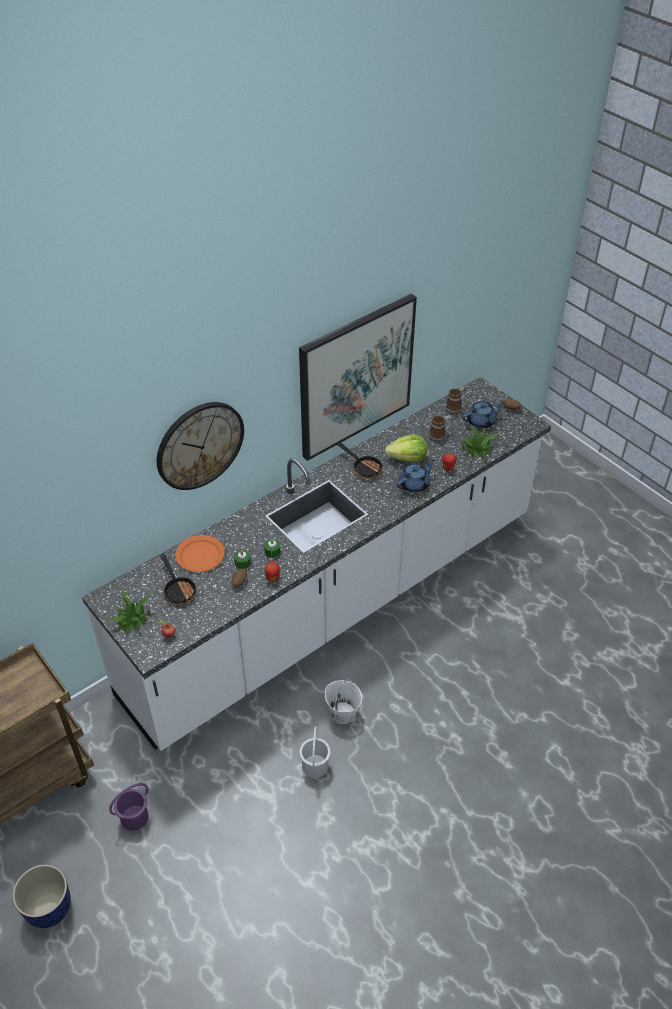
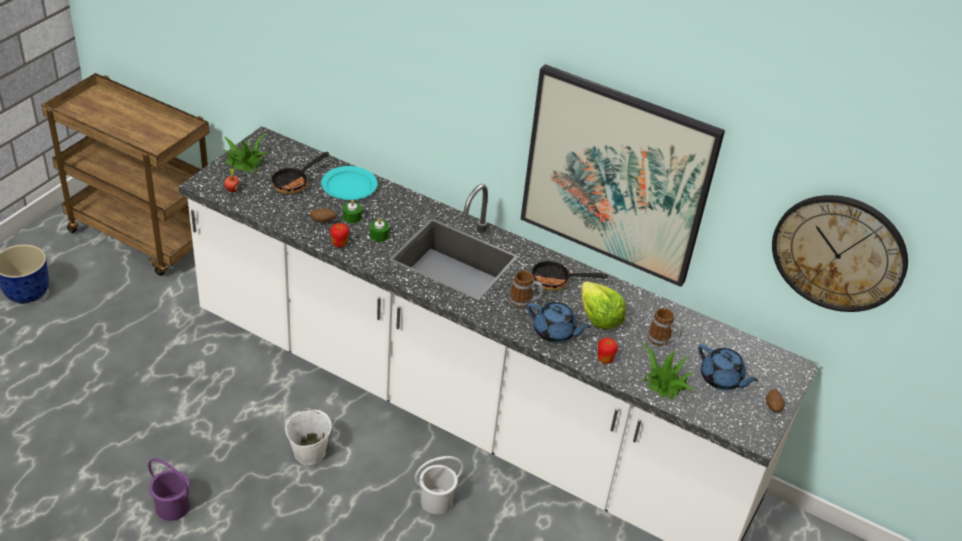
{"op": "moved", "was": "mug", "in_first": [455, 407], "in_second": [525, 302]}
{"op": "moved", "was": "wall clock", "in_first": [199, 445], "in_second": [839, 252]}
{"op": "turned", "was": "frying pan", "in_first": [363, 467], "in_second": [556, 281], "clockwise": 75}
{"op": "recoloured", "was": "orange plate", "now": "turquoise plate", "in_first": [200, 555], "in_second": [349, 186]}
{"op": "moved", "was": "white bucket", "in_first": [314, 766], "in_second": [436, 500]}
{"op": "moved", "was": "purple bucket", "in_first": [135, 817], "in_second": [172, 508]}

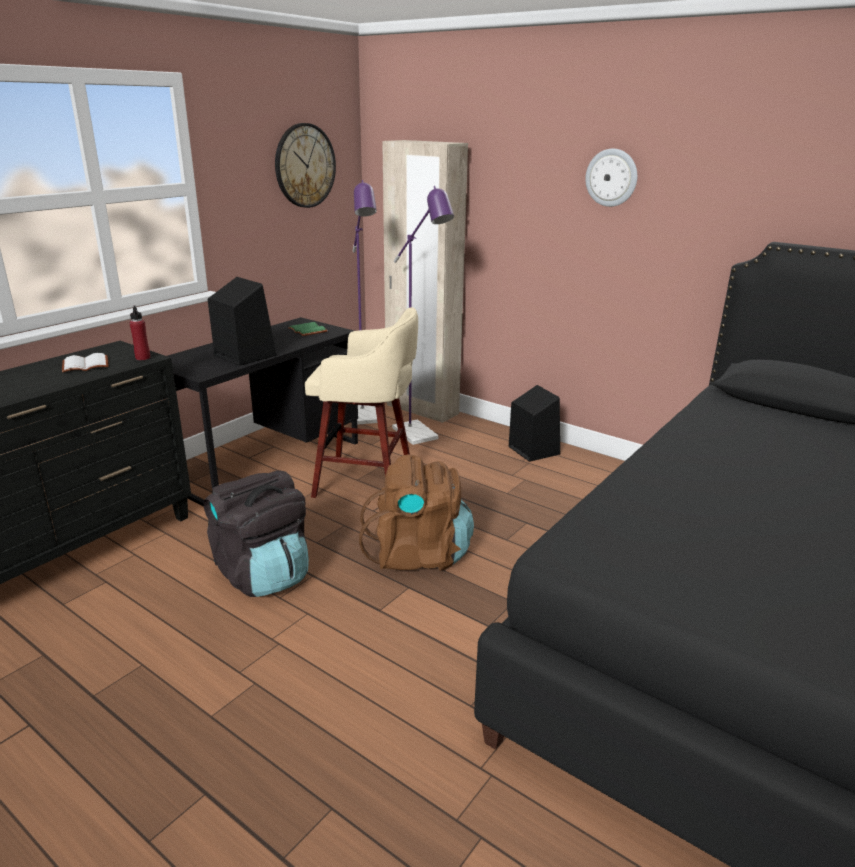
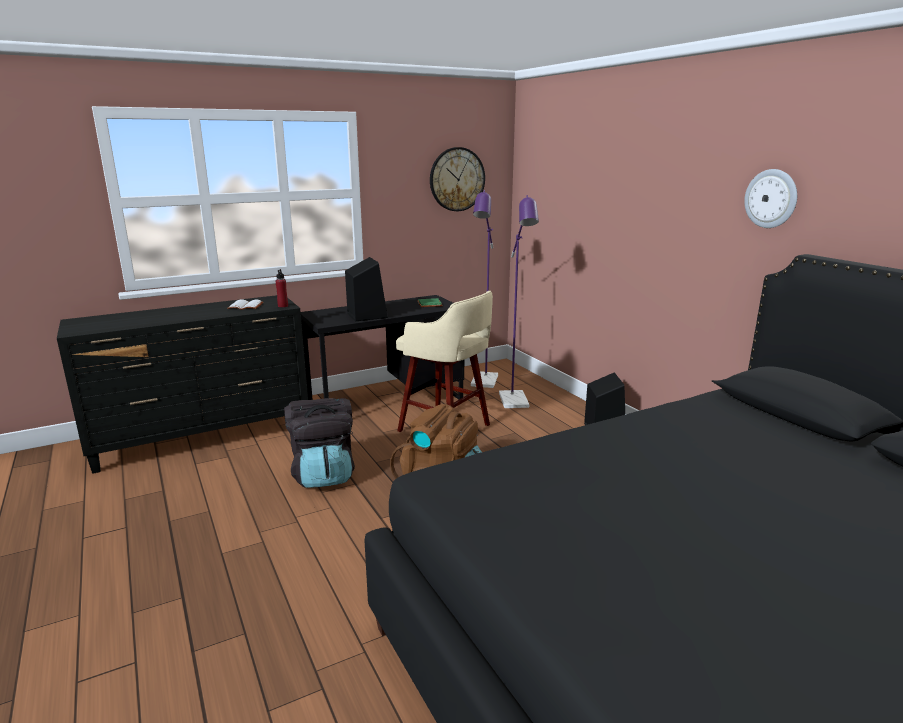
{"op": "removed", "was": "beige wardrobe", "in_first": [421, 410]}
{"op": "moved", "was": "wall clock", "in_first": [611, 177], "in_second": [771, 198]}

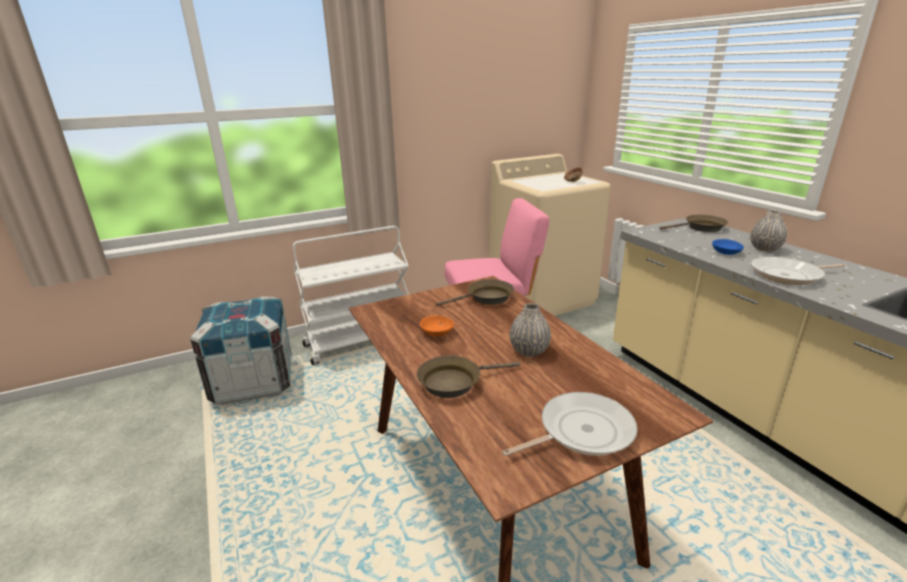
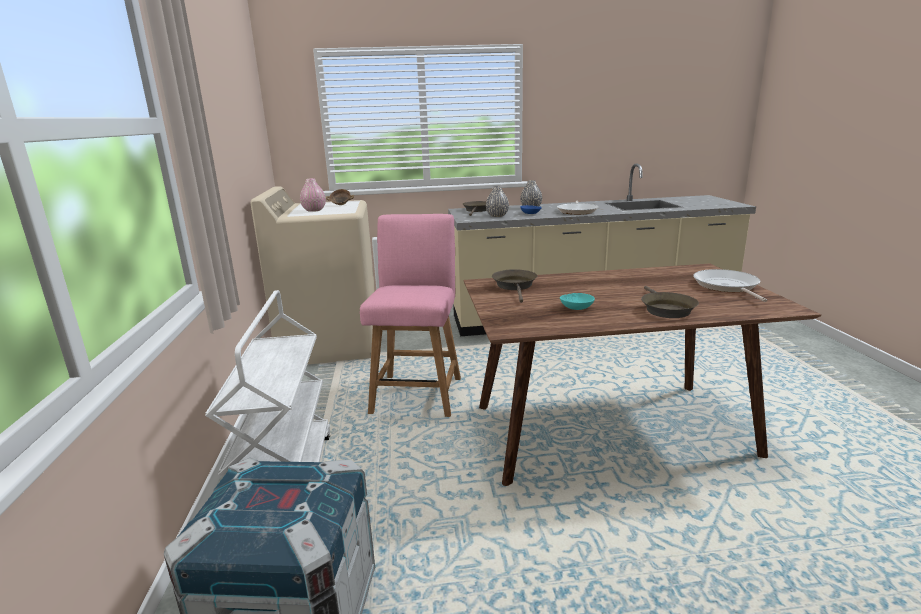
{"op": "moved", "was": "grey vase", "in_first": [529, 351], "in_second": [497, 215]}
{"op": "recoloured", "was": "orange bowl", "now": "turquoise bowl", "in_first": [436, 333], "in_second": [577, 308]}
{"op": "added", "now": "pink vase", "in_second": [314, 210]}

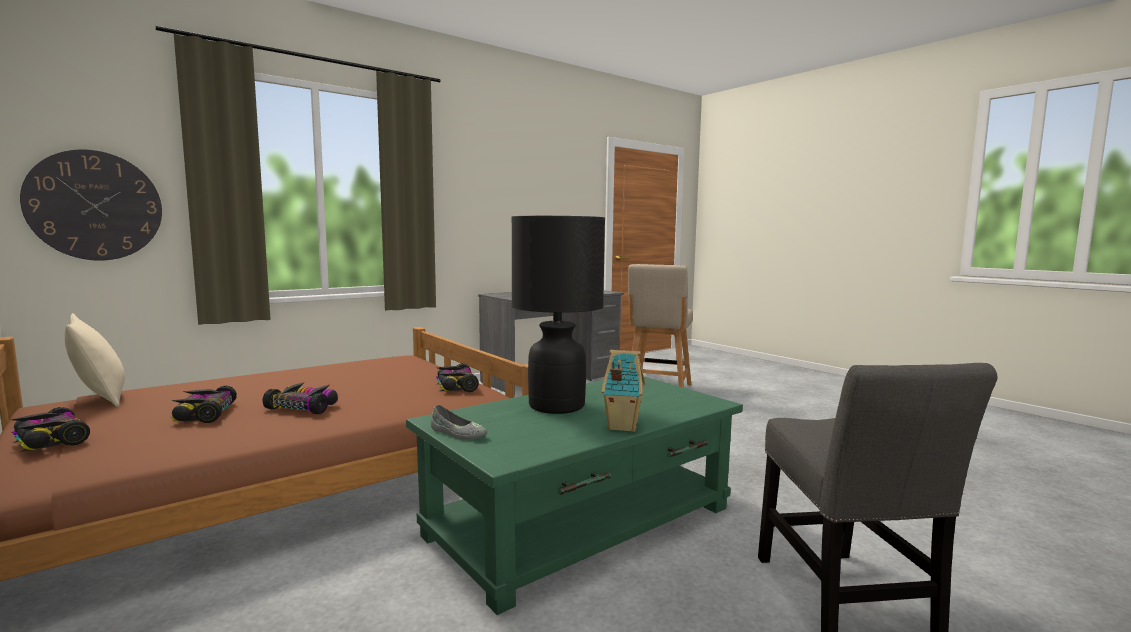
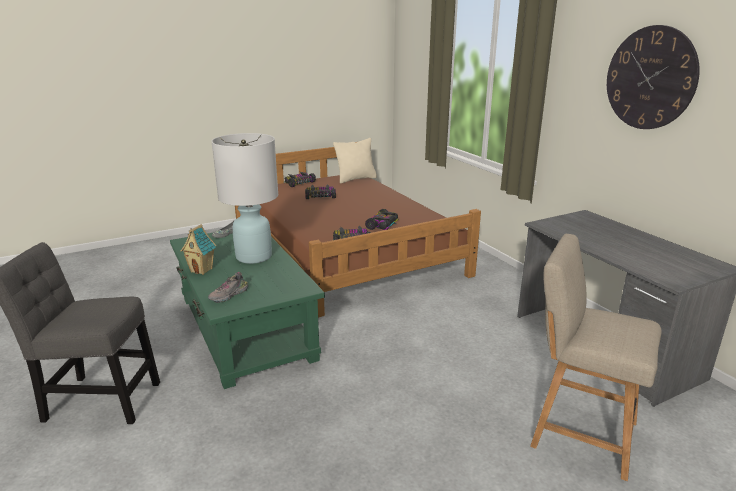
{"op": "moved", "was": "wall clock", "in_first": [95, 205], "in_second": [650, 78]}
{"op": "recoloured", "was": "black table lamp", "now": "white table lamp", "in_first": [556, 406], "in_second": [254, 256]}
{"op": "moved", "was": "toy car", "in_first": [304, 407], "in_second": [383, 225]}
{"op": "added", "now": "shoe", "in_second": [229, 295]}

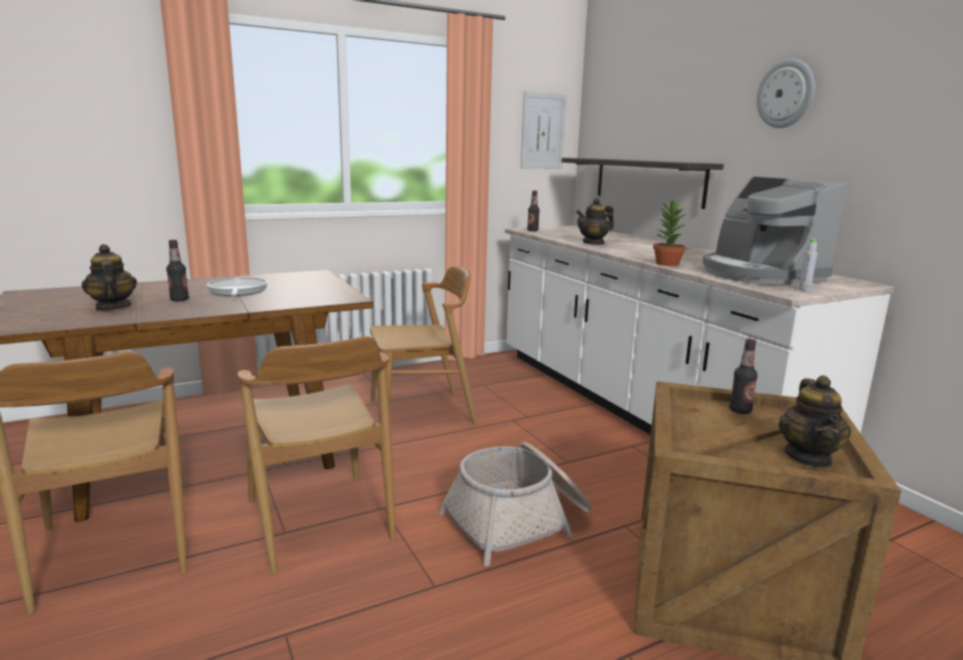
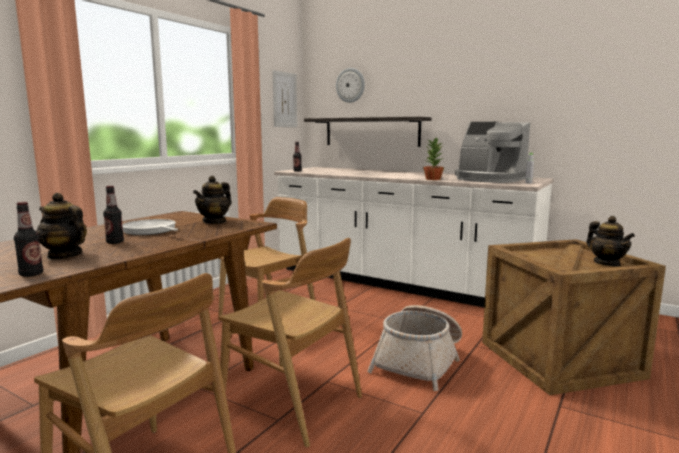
{"op": "moved", "was": "wall clock", "in_first": [786, 94], "in_second": [350, 85]}
{"op": "moved", "was": "teapot", "in_first": [593, 243], "in_second": [214, 221]}
{"op": "moved", "was": "bottle", "in_first": [740, 411], "in_second": [31, 274]}

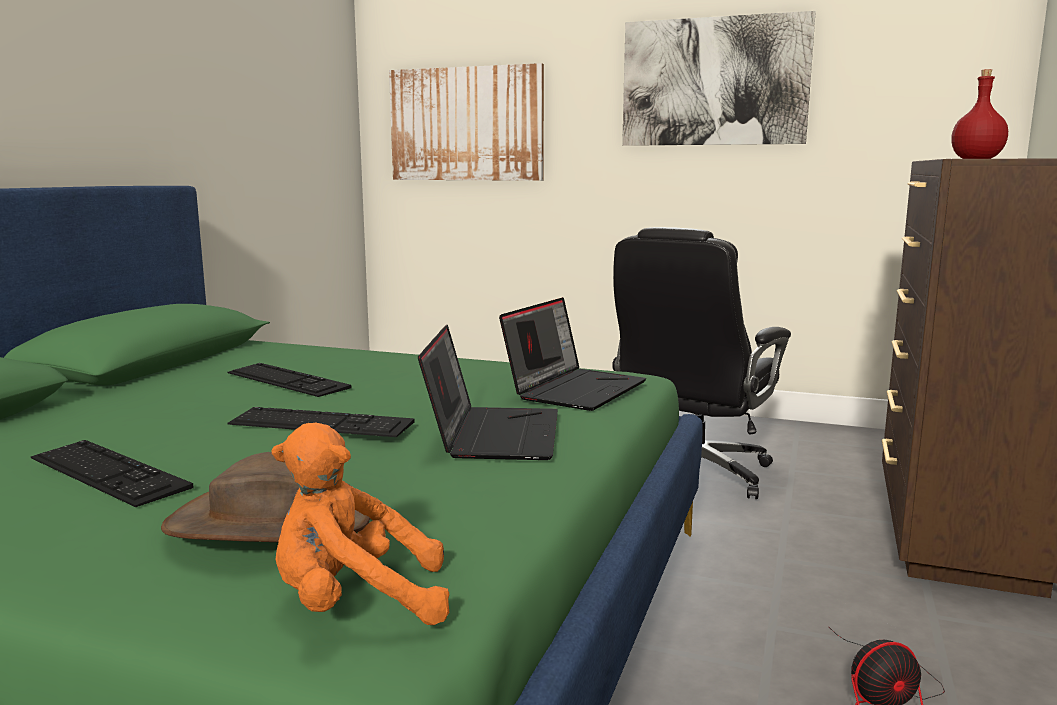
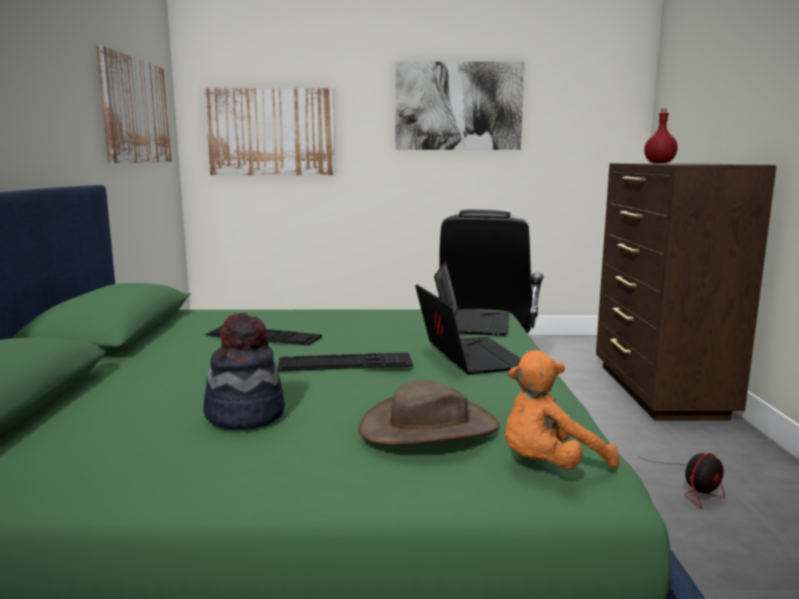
{"op": "replaced", "was": "keyboard", "now": "hat", "in_first": [108, 472], "in_second": [245, 415]}
{"op": "added", "now": "picture", "in_second": [136, 111]}

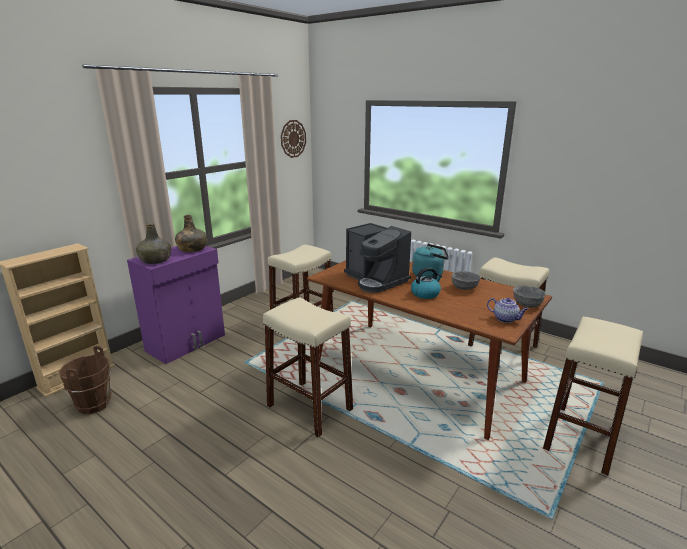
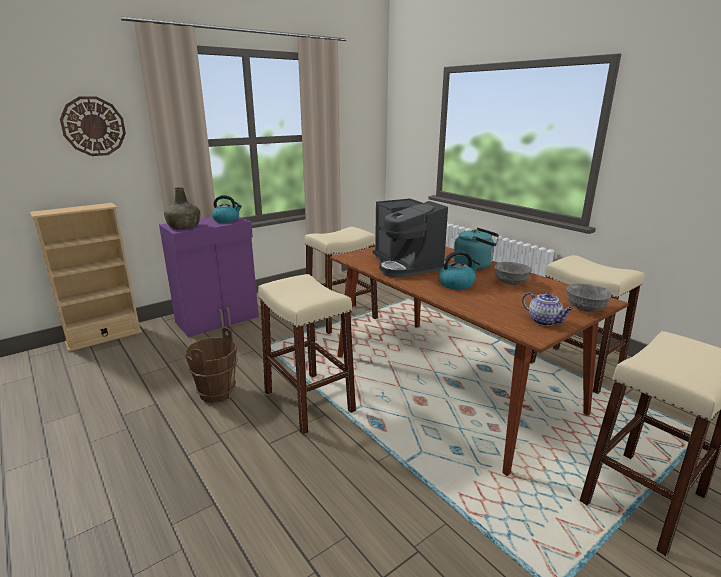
{"op": "moved", "was": "wall clock", "in_first": [293, 138], "in_second": [93, 126]}
{"op": "replaced", "was": "green bottle", "now": "kettle", "in_first": [192, 249], "in_second": [227, 220]}
{"op": "moved", "was": "brown bucket", "in_first": [93, 404], "in_second": [216, 392]}

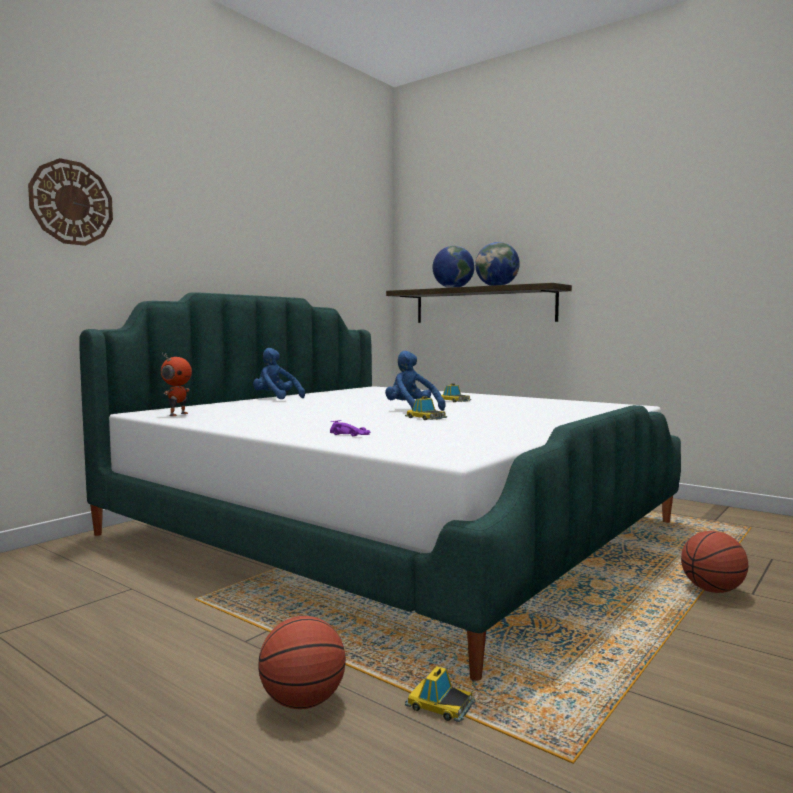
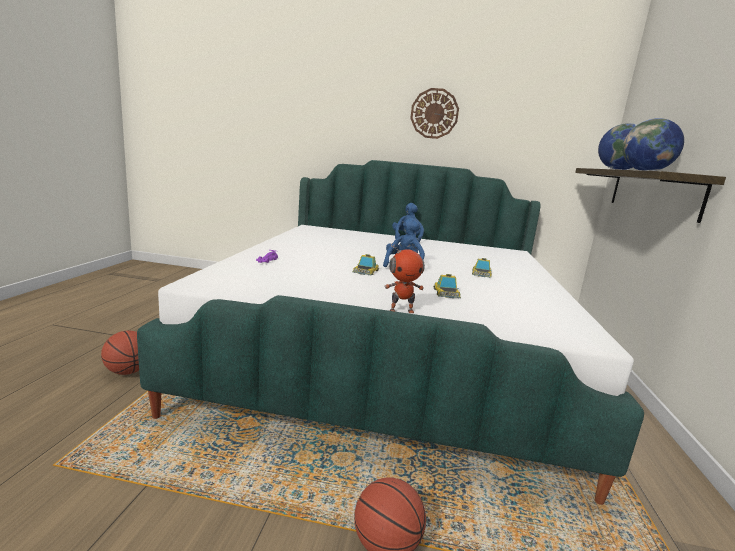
{"op": "moved", "was": "wall clock", "in_first": [71, 203], "in_second": [434, 113]}
{"op": "moved", "was": "toy robot", "in_first": [177, 414], "in_second": [401, 311]}
{"op": "moved", "was": "toy car", "in_first": [440, 705], "in_second": [446, 293]}

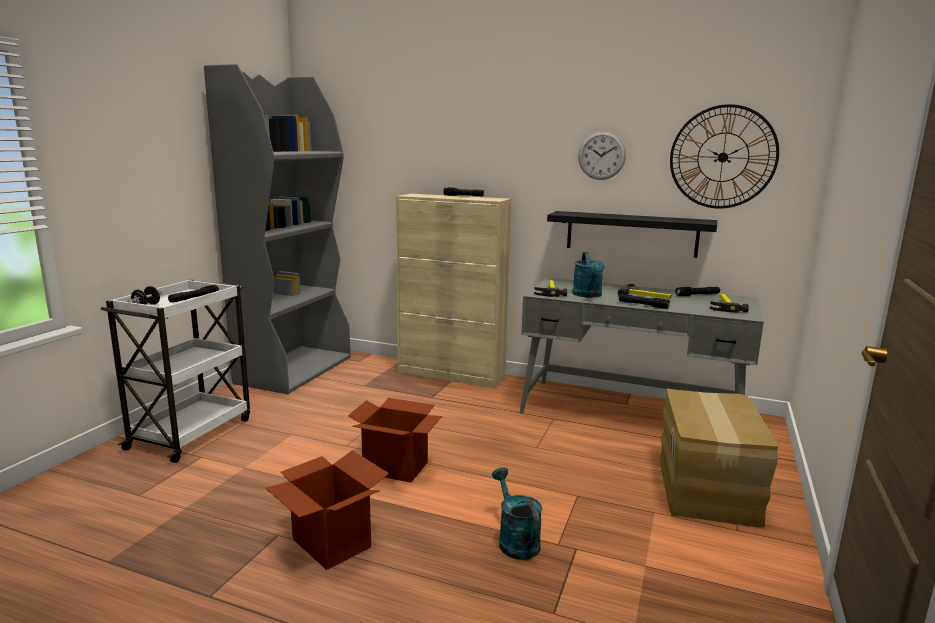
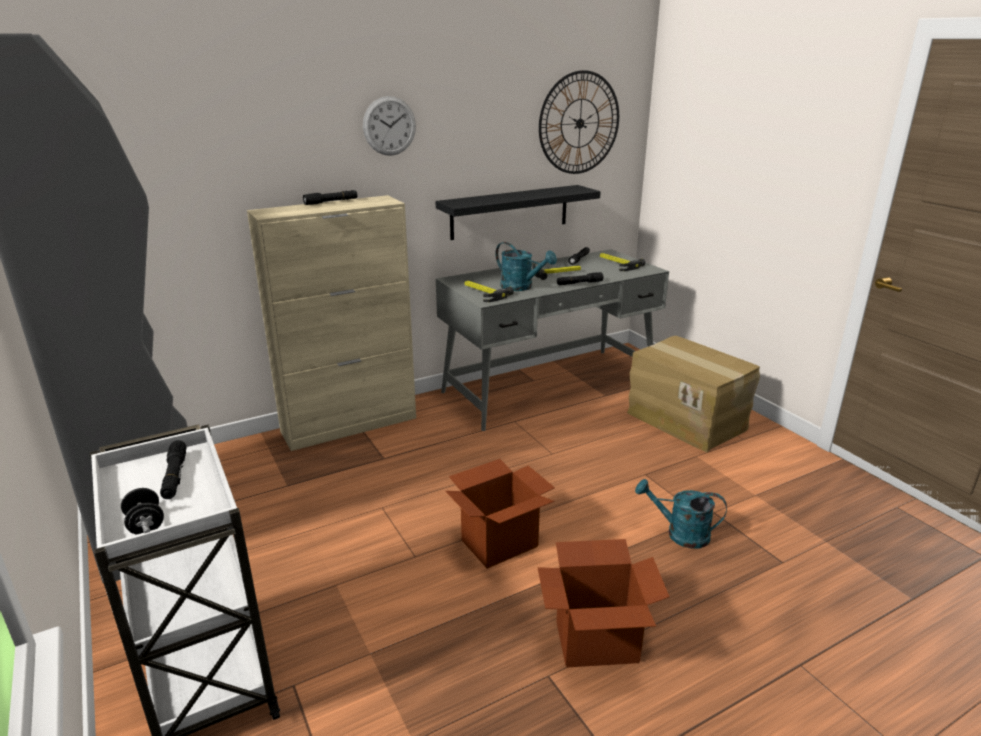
{"op": "moved", "was": "wall clock", "in_first": [601, 155], "in_second": [389, 126]}

